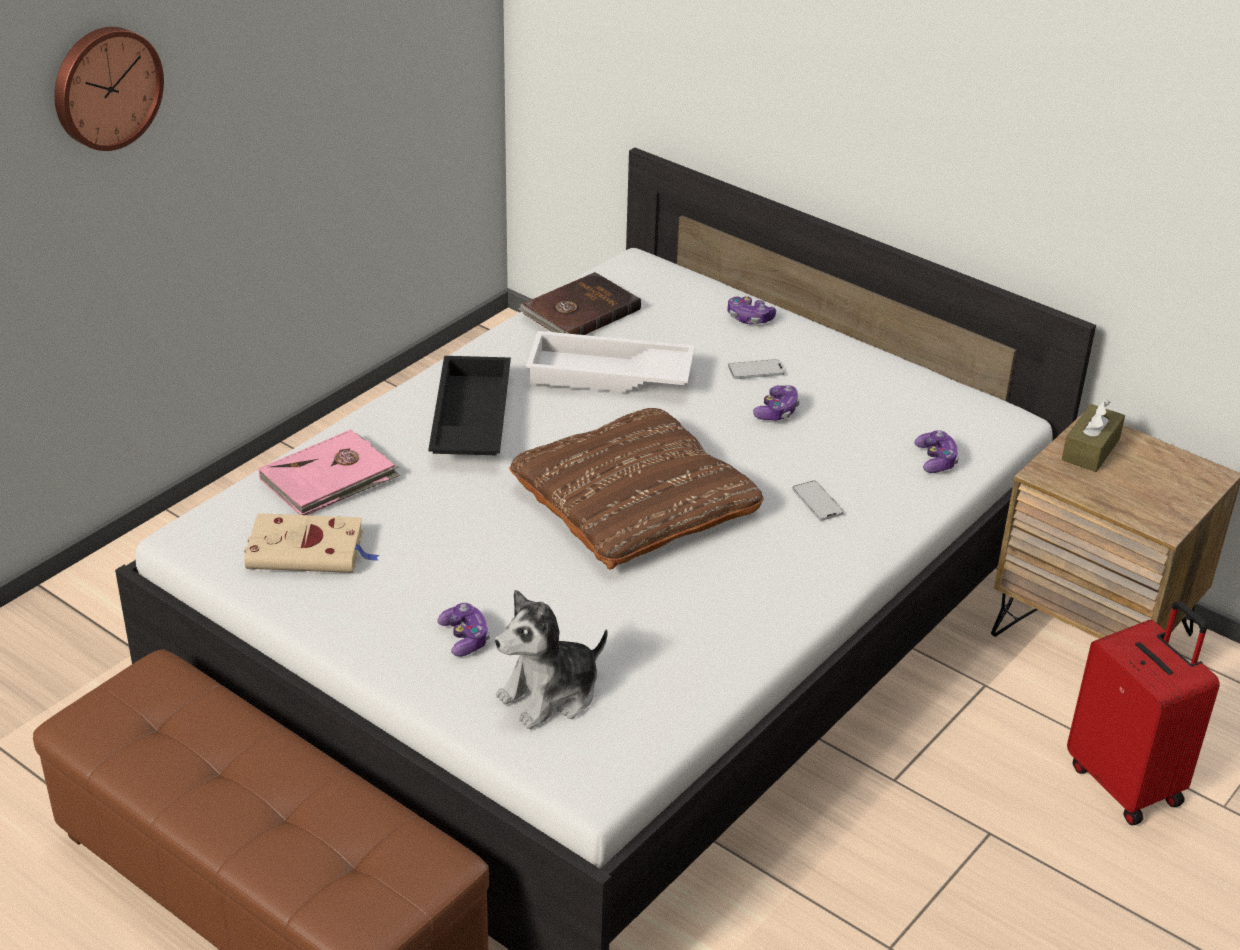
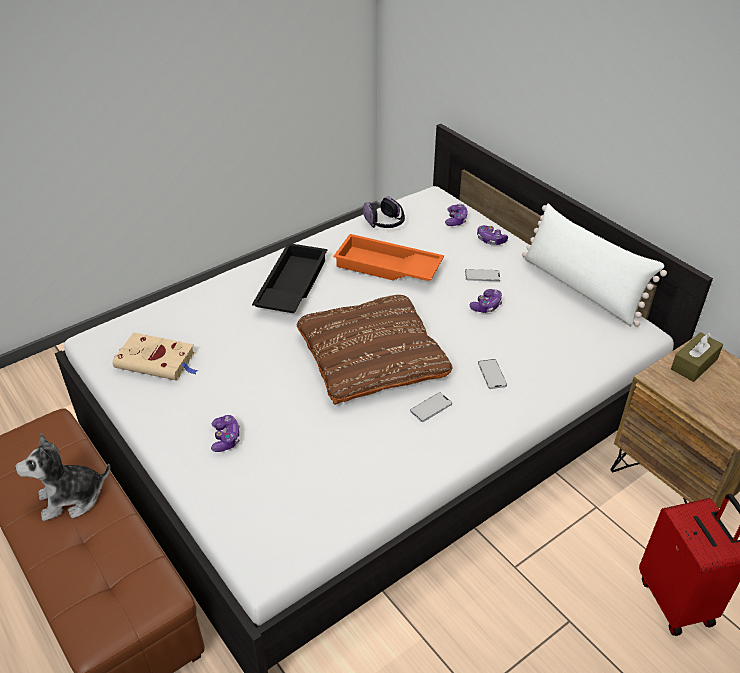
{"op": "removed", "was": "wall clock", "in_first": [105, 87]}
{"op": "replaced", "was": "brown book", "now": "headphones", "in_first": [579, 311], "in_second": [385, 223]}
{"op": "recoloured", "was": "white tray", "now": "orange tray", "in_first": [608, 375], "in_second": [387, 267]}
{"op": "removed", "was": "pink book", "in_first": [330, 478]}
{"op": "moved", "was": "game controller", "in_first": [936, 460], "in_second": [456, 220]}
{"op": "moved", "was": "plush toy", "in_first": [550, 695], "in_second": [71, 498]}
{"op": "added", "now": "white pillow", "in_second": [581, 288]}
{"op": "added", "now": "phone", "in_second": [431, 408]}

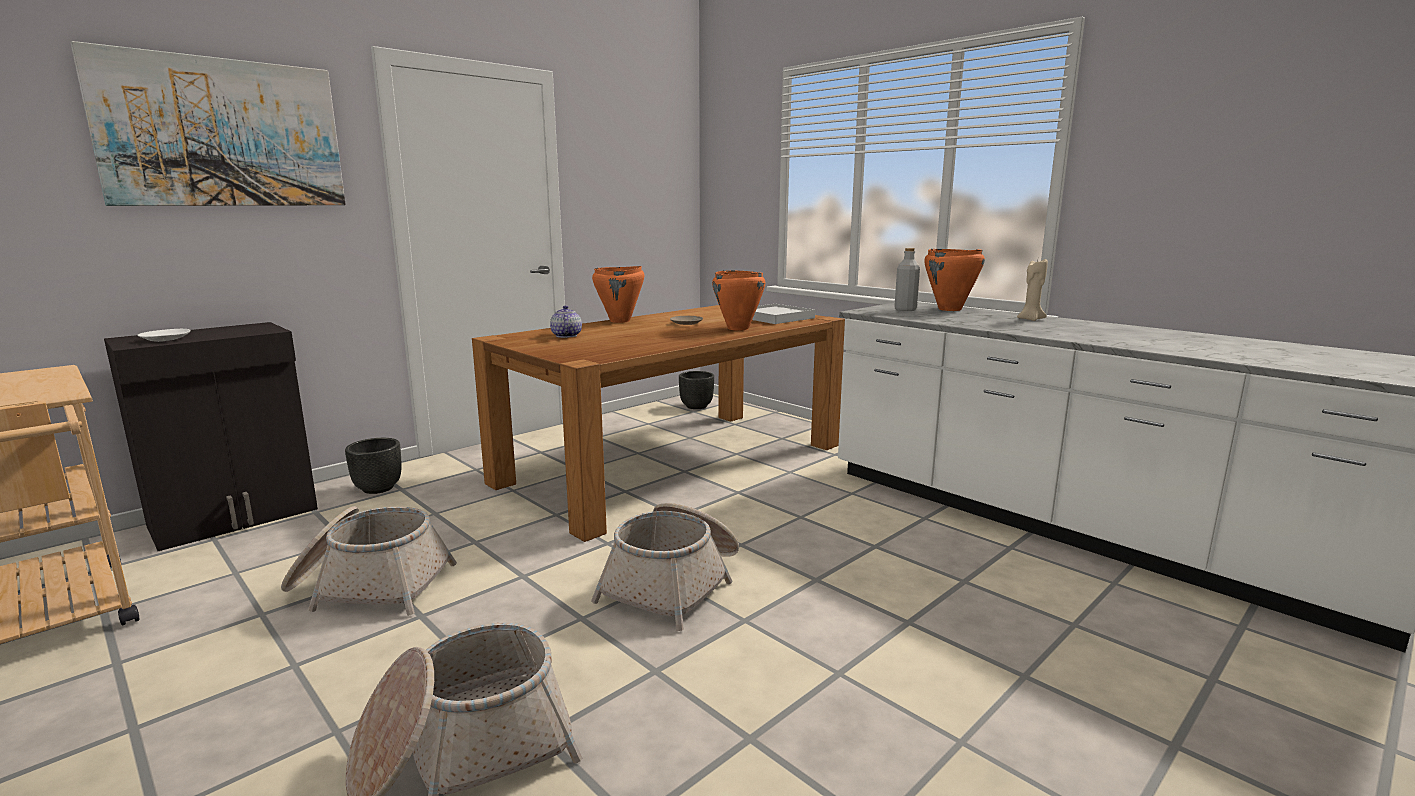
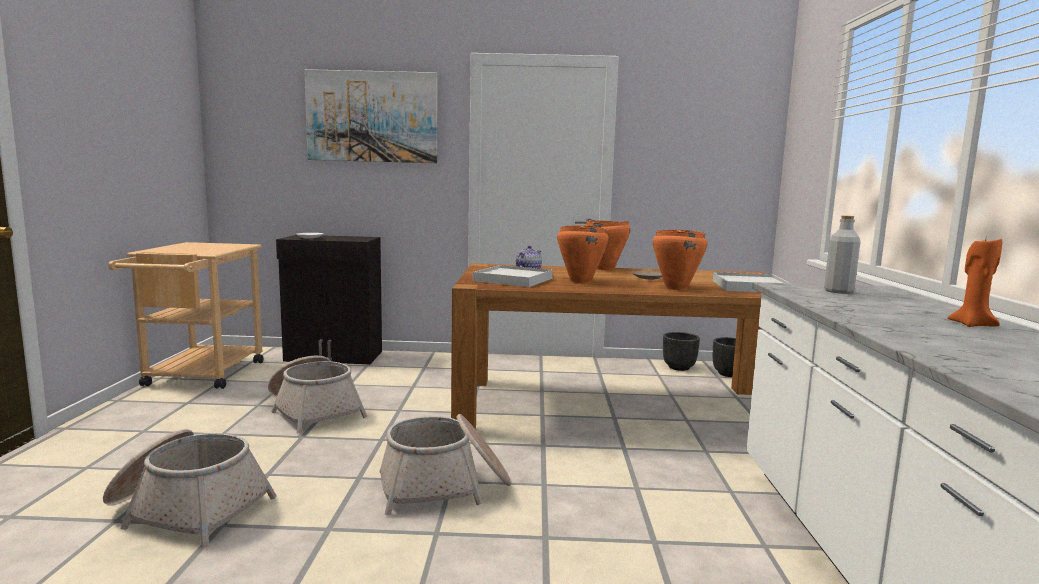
{"op": "moved", "was": "orange cooking pot", "in_first": [949, 309], "in_second": [580, 281]}
{"op": "recoloured", "was": "beige candle", "now": "orange candle", "in_first": [1030, 319], "in_second": [972, 325]}
{"op": "moved", "was": "black planter", "in_first": [379, 488], "in_second": [679, 367]}
{"op": "added", "now": "white tray", "in_second": [513, 280]}

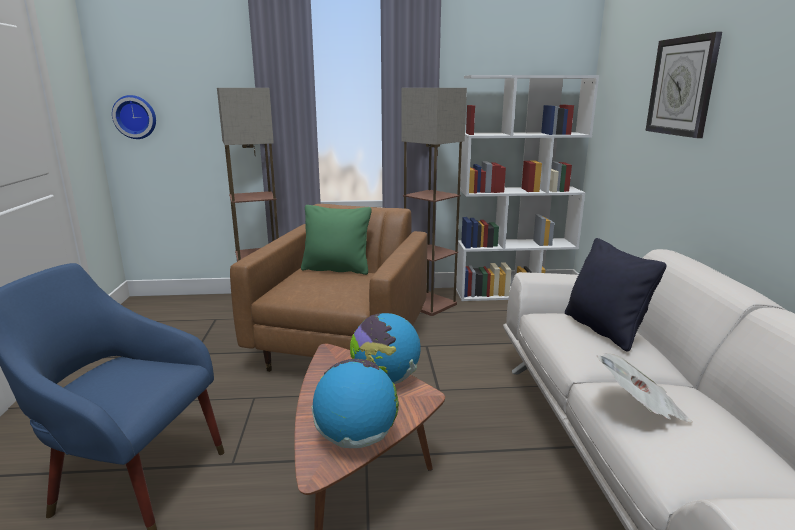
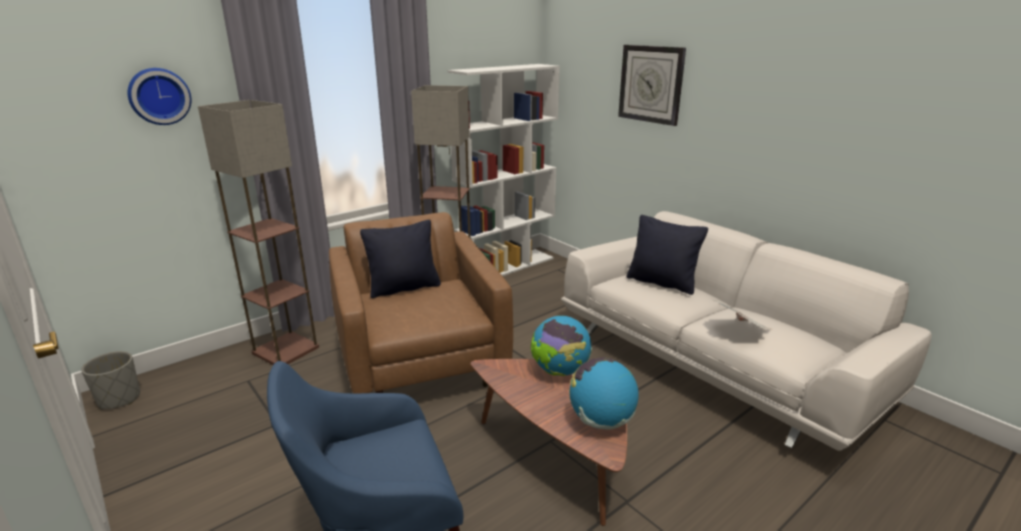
{"op": "moved", "was": "wall clock", "in_first": [135, 117], "in_second": [159, 96]}
{"op": "recoloured", "was": "green pillow", "now": "black pillow", "in_first": [336, 269], "in_second": [404, 288]}
{"op": "added", "now": "grey planter", "in_second": [119, 399]}

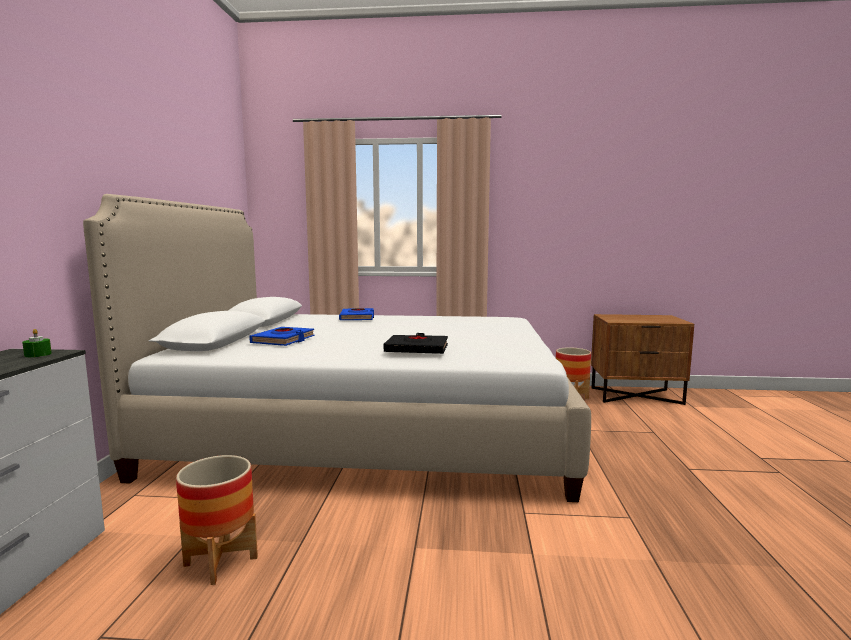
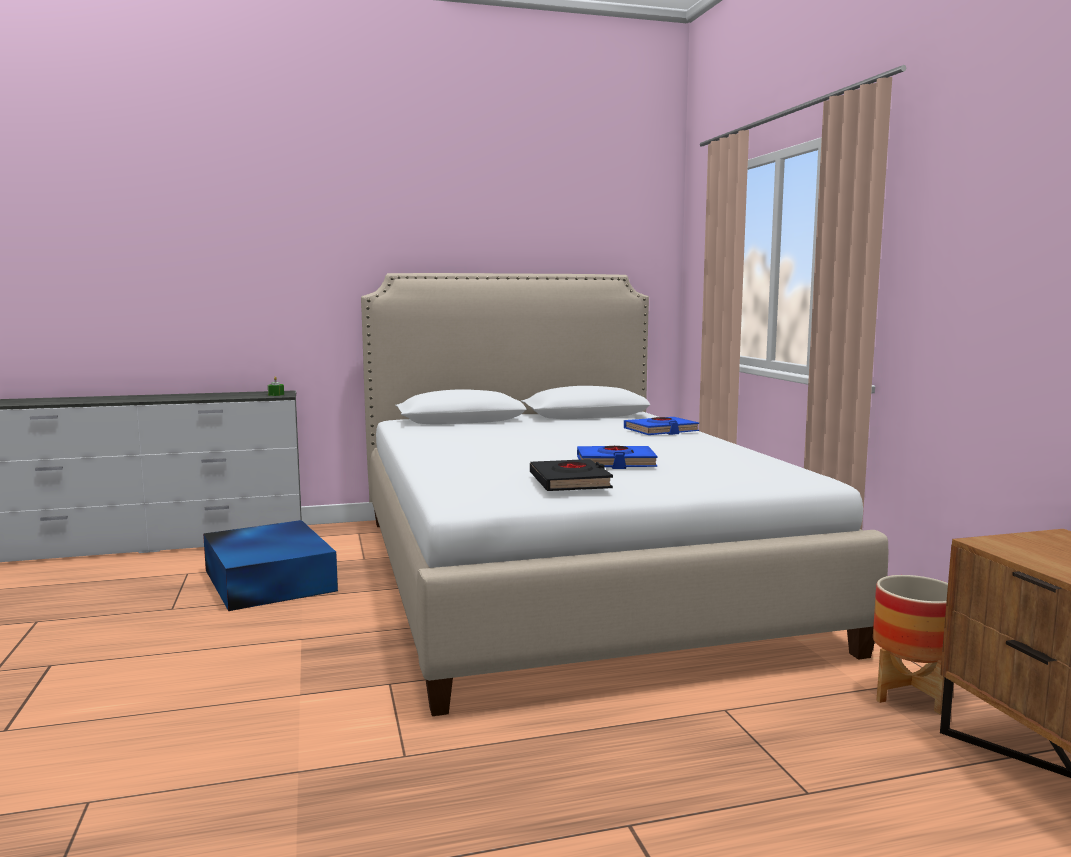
{"op": "moved", "was": "blue book", "in_first": [283, 340], "in_second": [615, 463]}
{"op": "moved", "was": "black book", "in_first": [417, 349], "in_second": [570, 482]}
{"op": "replaced", "was": "planter", "now": "blue storage box", "in_first": [220, 561], "in_second": [269, 579]}

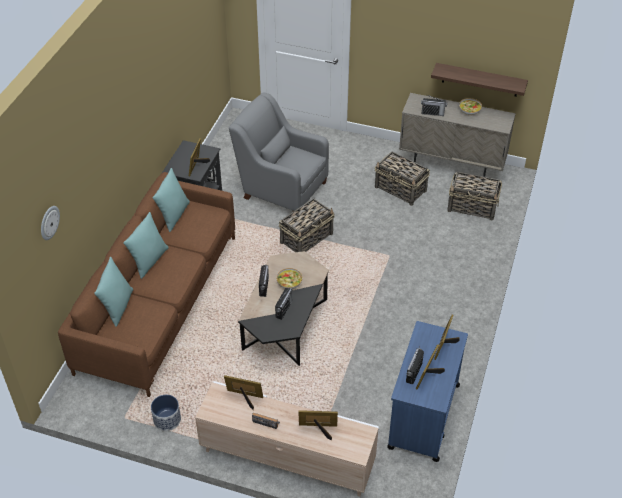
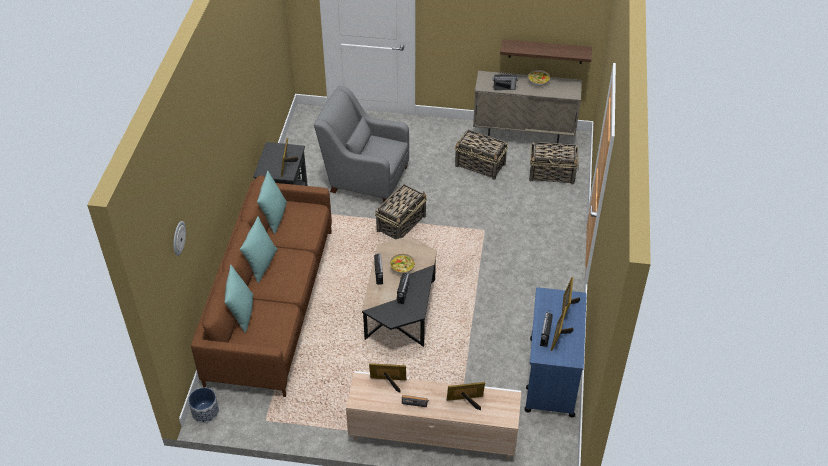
{"op": "moved", "was": "planter", "in_first": [167, 419], "in_second": [205, 412]}

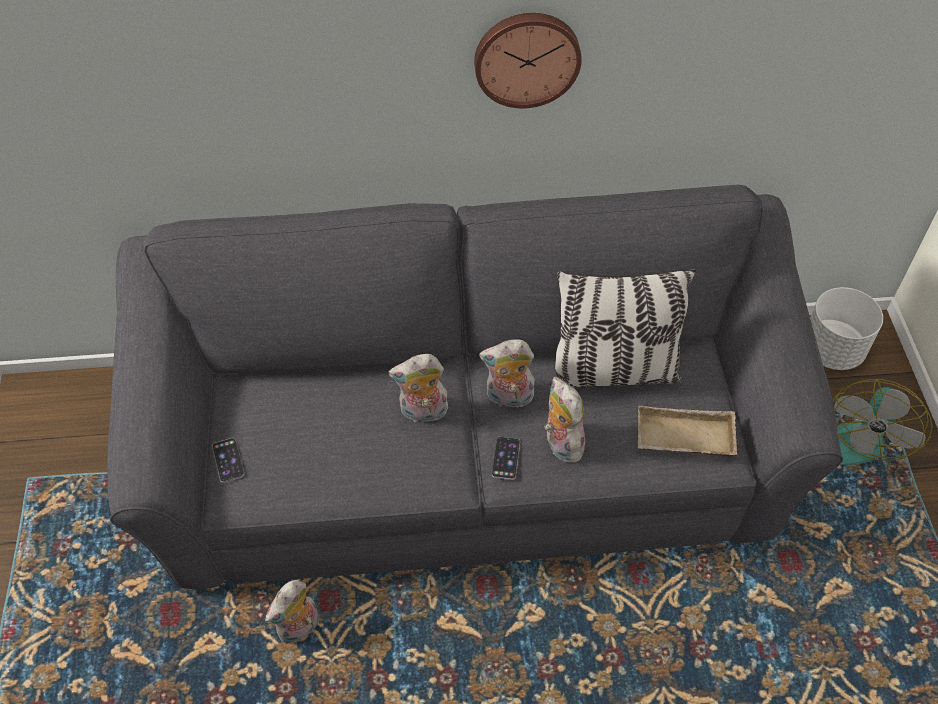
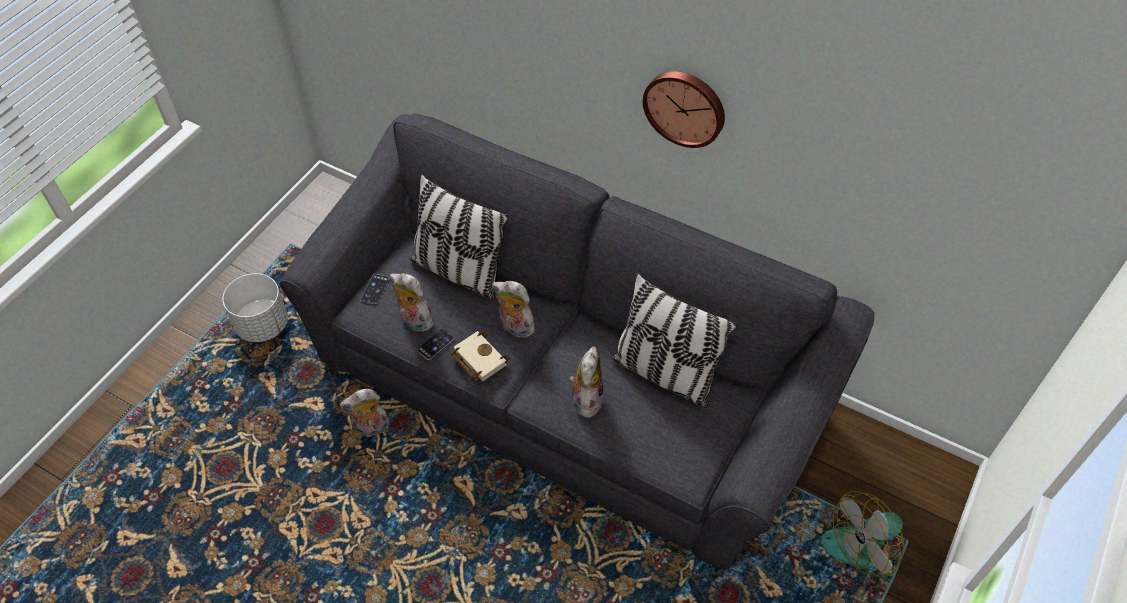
{"op": "moved", "was": "white planter", "in_first": [832, 350], "in_second": [263, 325]}
{"op": "moved", "was": "plush toy", "in_first": [508, 398], "in_second": [414, 321]}
{"op": "removed", "was": "beige tray", "in_first": [683, 439]}
{"op": "moved", "was": "phone", "in_first": [506, 458], "in_second": [435, 344]}
{"op": "added", "now": "pillow", "in_second": [459, 272]}
{"op": "added", "now": "beige book", "in_second": [477, 359]}

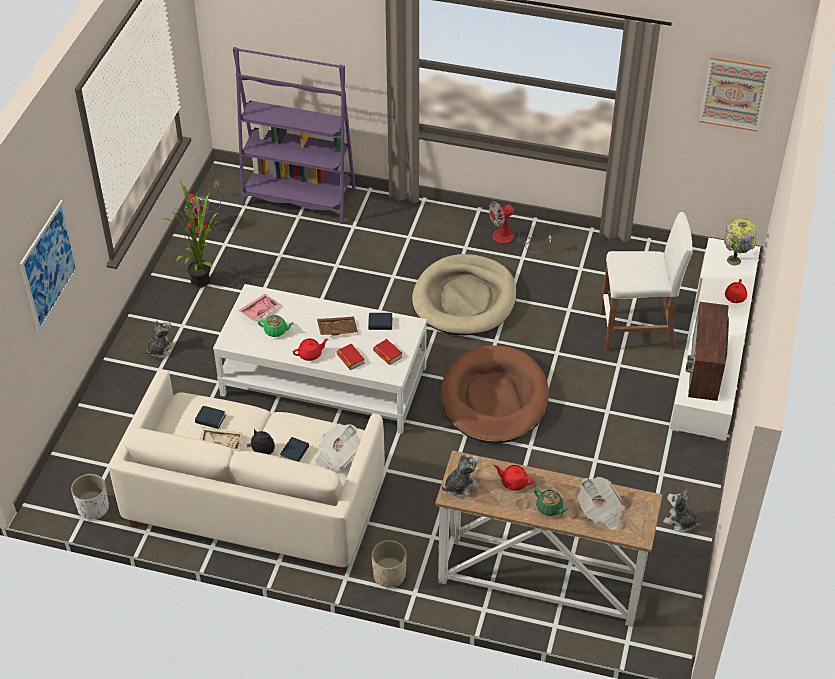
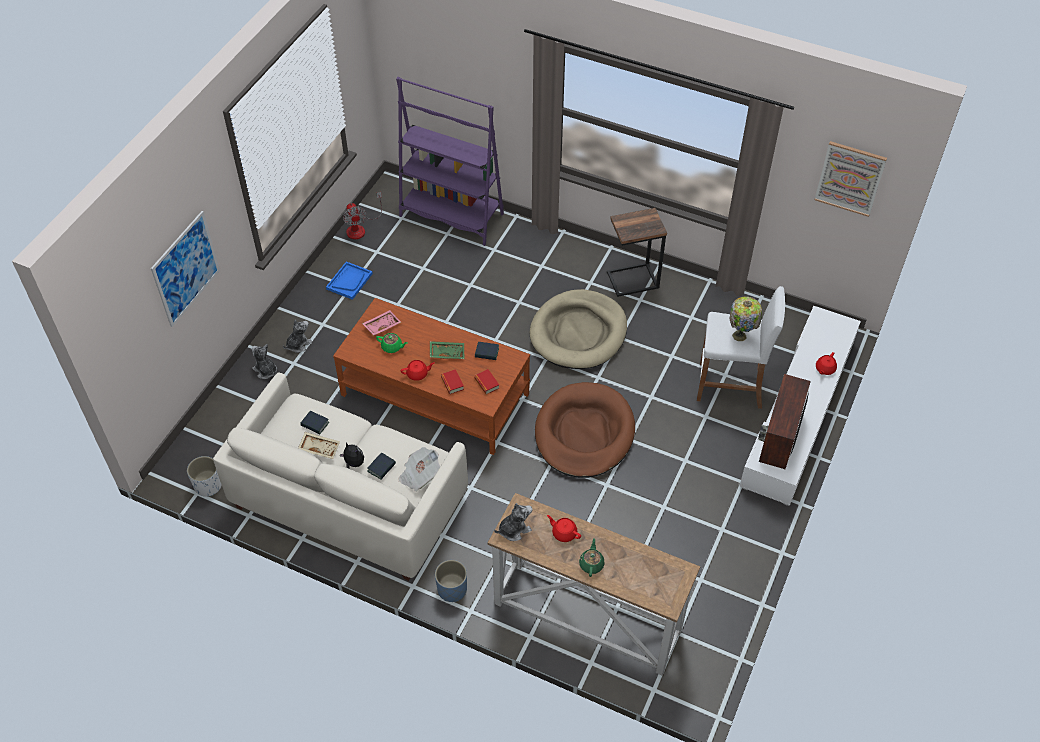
{"op": "replaced", "was": "potted plant", "now": "blue tray", "in_first": [202, 278], "in_second": [349, 281]}
{"op": "replaced", "was": "fan", "now": "side table", "in_first": [510, 239], "in_second": [633, 280]}
{"op": "moved", "was": "table lamp", "in_first": [735, 260], "in_second": [740, 336]}
{"op": "recoloured", "was": "white coffee table", "now": "brown coffee table", "in_first": [323, 381], "in_second": [434, 394]}
{"op": "recoloured", "was": "brown tray", "now": "green tray", "in_first": [337, 329], "in_second": [447, 352]}
{"op": "removed", "was": "newspaper", "in_first": [600, 511]}
{"op": "turned", "was": "green teapot", "in_first": [549, 508], "in_second": [591, 564], "clockwise": -135}
{"op": "moved", "was": "plush toy", "in_first": [680, 522], "in_second": [266, 370]}
{"op": "recoloured", "was": "beige planter", "now": "blue planter", "in_first": [389, 575], "in_second": [452, 590]}

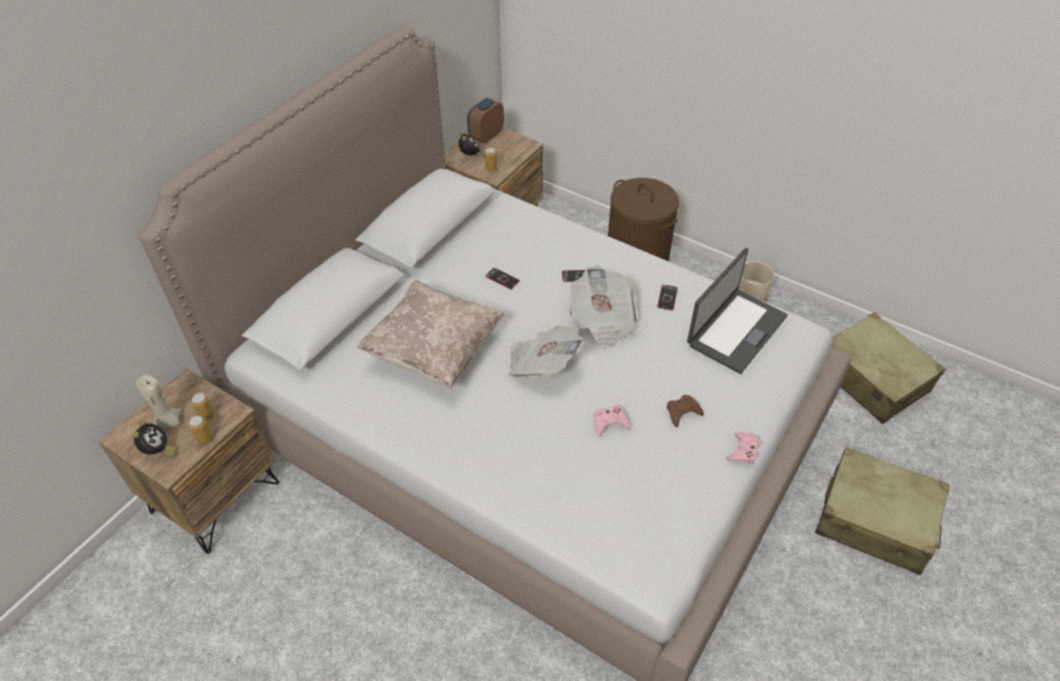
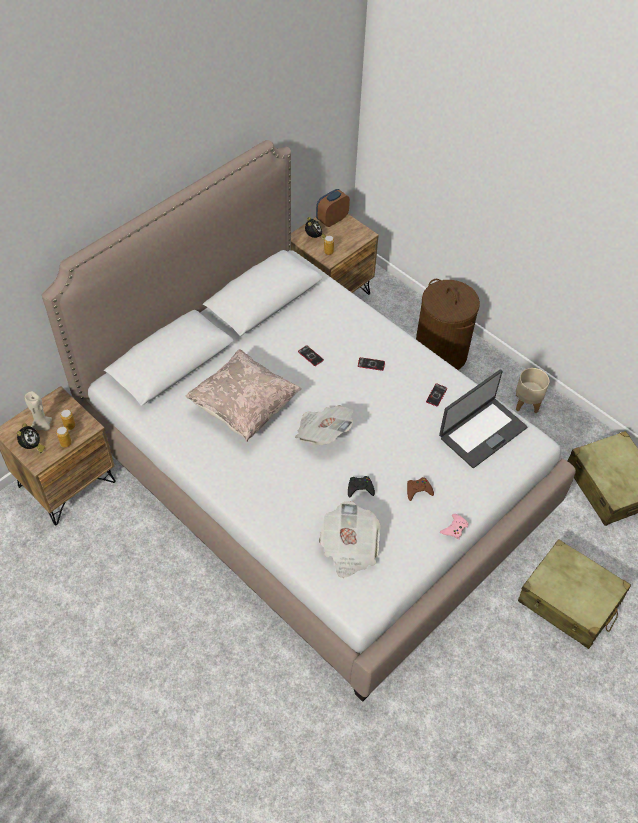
{"op": "moved", "was": "newspaper", "in_first": [602, 321], "in_second": [349, 549]}
{"op": "recoloured", "was": "pink game controller", "now": "black game controller", "in_first": [609, 423], "in_second": [360, 488]}

